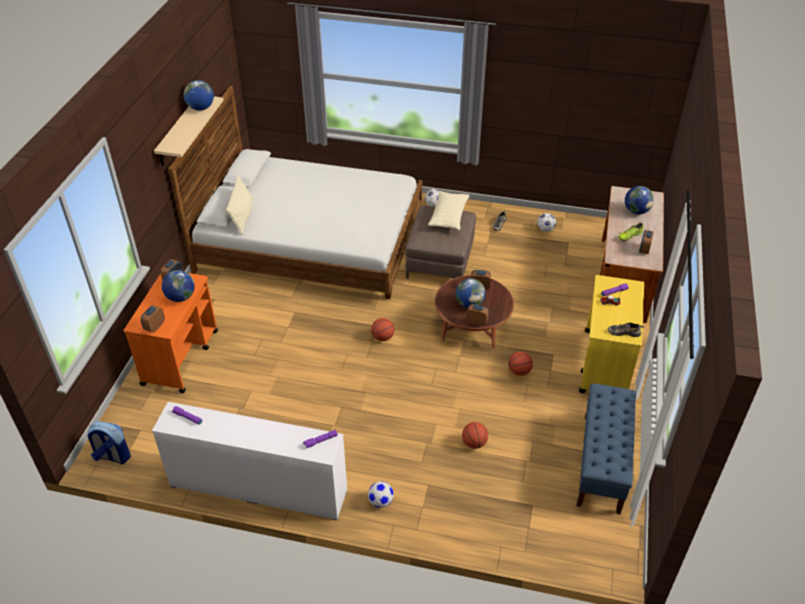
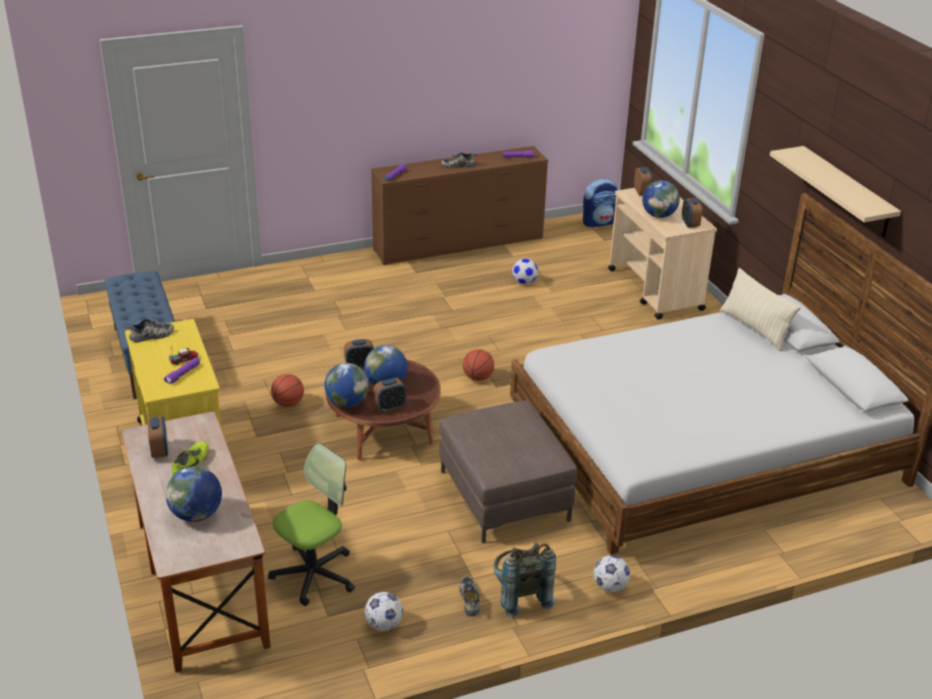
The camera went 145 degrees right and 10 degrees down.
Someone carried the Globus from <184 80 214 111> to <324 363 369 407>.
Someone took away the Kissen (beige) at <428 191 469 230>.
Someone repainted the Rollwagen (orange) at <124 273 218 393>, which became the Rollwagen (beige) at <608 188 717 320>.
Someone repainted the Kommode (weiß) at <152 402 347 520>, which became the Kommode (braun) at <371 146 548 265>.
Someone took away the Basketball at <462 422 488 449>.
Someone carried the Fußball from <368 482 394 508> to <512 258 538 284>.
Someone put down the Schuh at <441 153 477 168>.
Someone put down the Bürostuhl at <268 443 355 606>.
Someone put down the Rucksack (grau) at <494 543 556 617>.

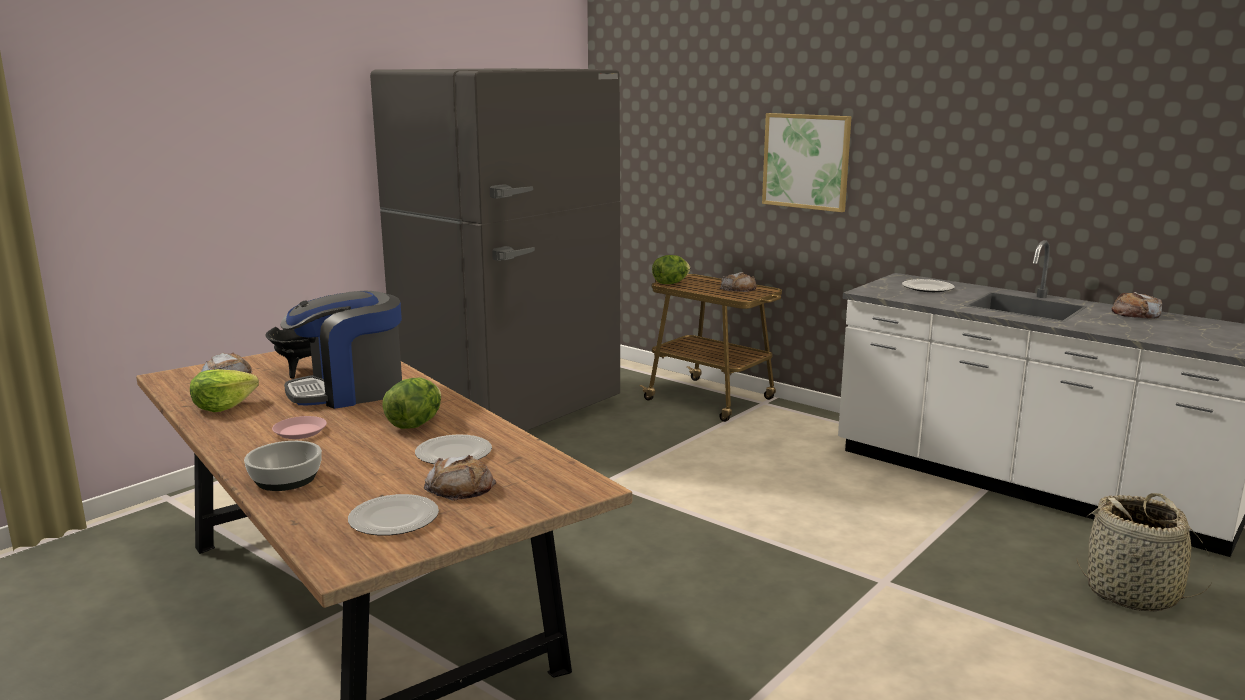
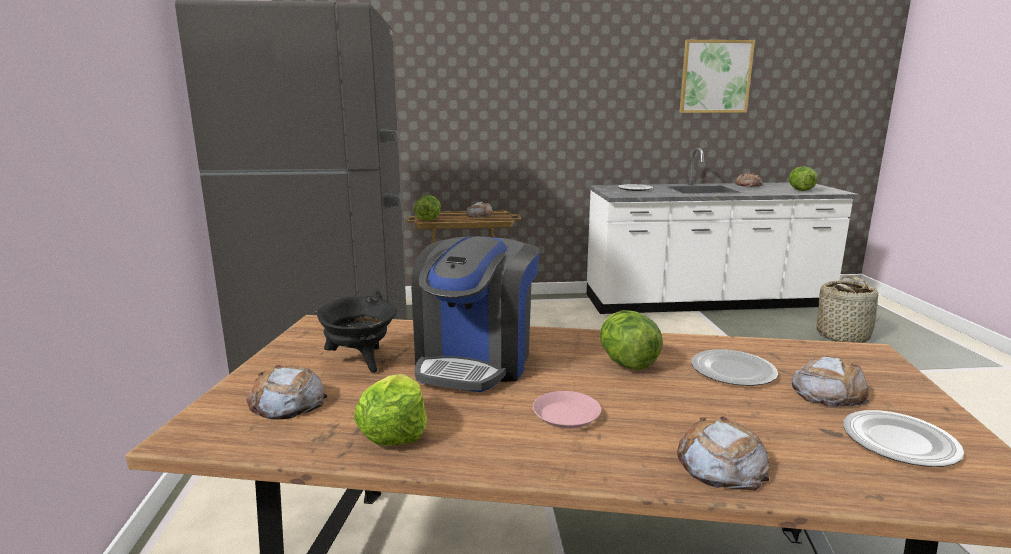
The camera went 45 degrees left and 0 degrees up.
Someone carried the Bild from <762 113 852 212> to <679 40 755 113>.
Someone swapped the Schüssel at <244 441 322 491> for the Brot at <677 416 769 490>.
Someone put down the Salatkopf at <789 166 818 191>.

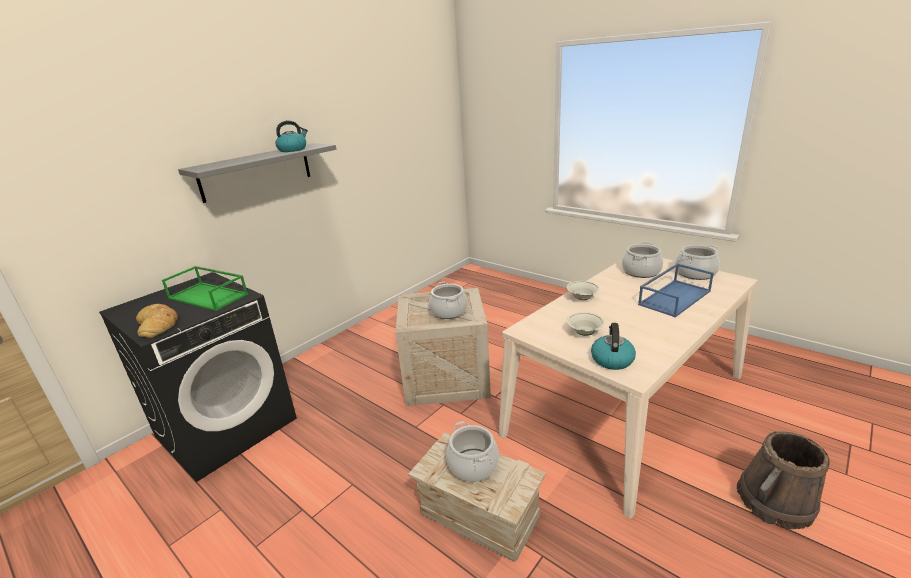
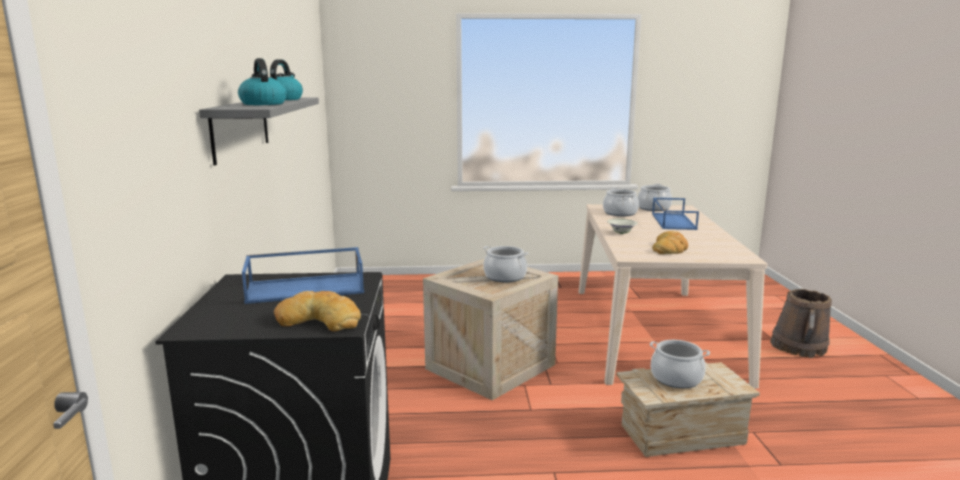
The camera went 45 degrees left and 10 degrees down.
Someone repainted the Tablett (grün) at <162 266 248 311>, which became the Tablett (blau) at <242 247 364 304>.
Someone swapped the Schüssel (weiß) at <567 312 605 336> for the Brot at <652 231 688 254>.
Someone carried the Wasserkessel from <591 323 636 370> to <238 58 287 105>.

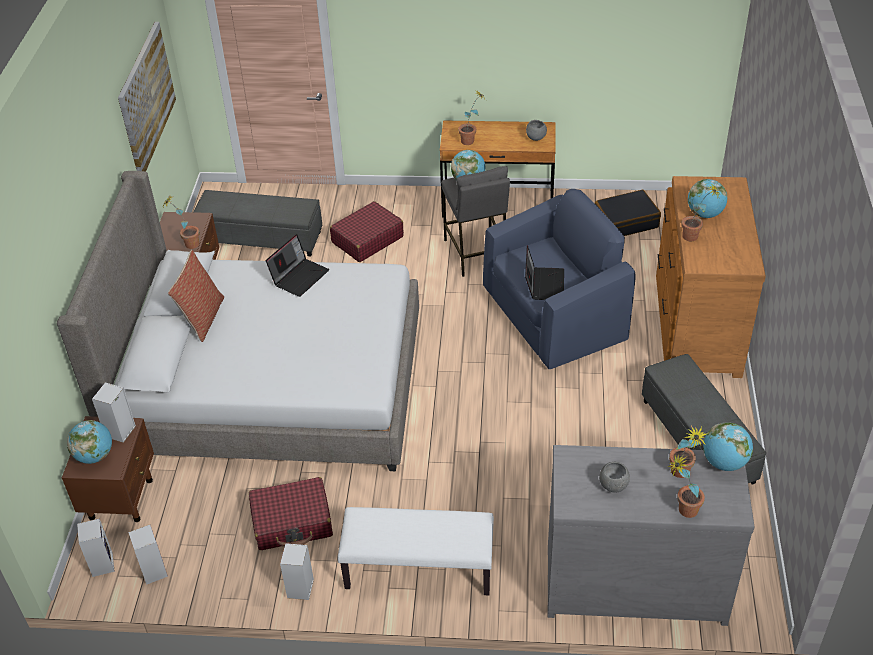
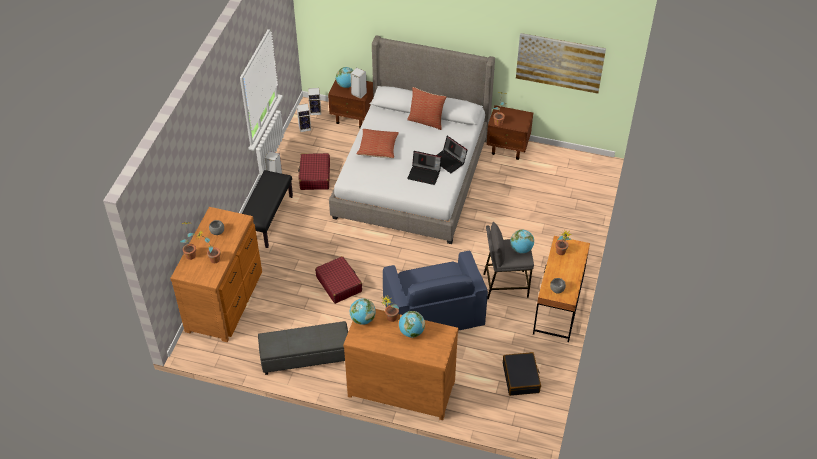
The camera went 100 degrees right and 5 degrees up.
Someone took away the Polsterhocker (grau) at <193 190 322 256>.
Someone carried the Koffer (rot) from <330 201 404 262> to <315 256 362 304>.
Someone carried the Laptop from <525 245 564 300> to <407 151 442 185>.
Someone carried the Globus from <703 422 753 471> to <350 298 376 325>.
Someone repainted the Kommode (grau) at <547 445 755 626>, which became the Kommode (braun) at <170 207 262 342>.
Someone repainted the Bank (weiß) at <338 507 494 595>, which became the Bank (schwarz) at <242 170 293 248>.
Someone put down the Kissen at <357 129 399 158>.

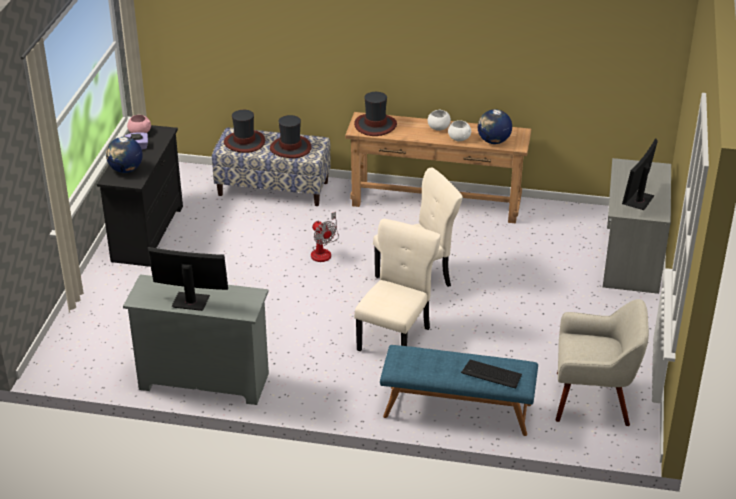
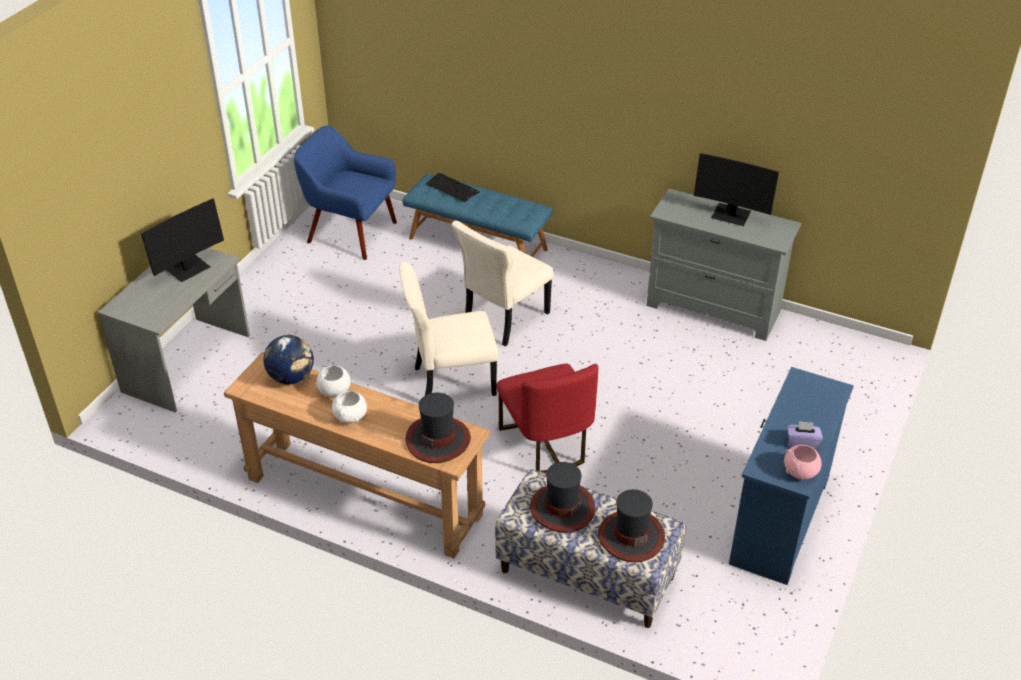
The camera went 165 degrees left and 5 degrees up.
Someone repainted the Kommode (schwarz) at <97 125 183 267>, which became the Kommode (blau) at <729 367 854 585>.
Someone took away the Globus at <106 137 143 173>.
Someone swapped the Ventilator at <311 212 339 262> for the Stuhl (rot) at <497 364 598 473>.
Someone repainted the Sessel (beige) at <555 299 649 426>, which became the Sessel (blau) at <294 126 397 260>.

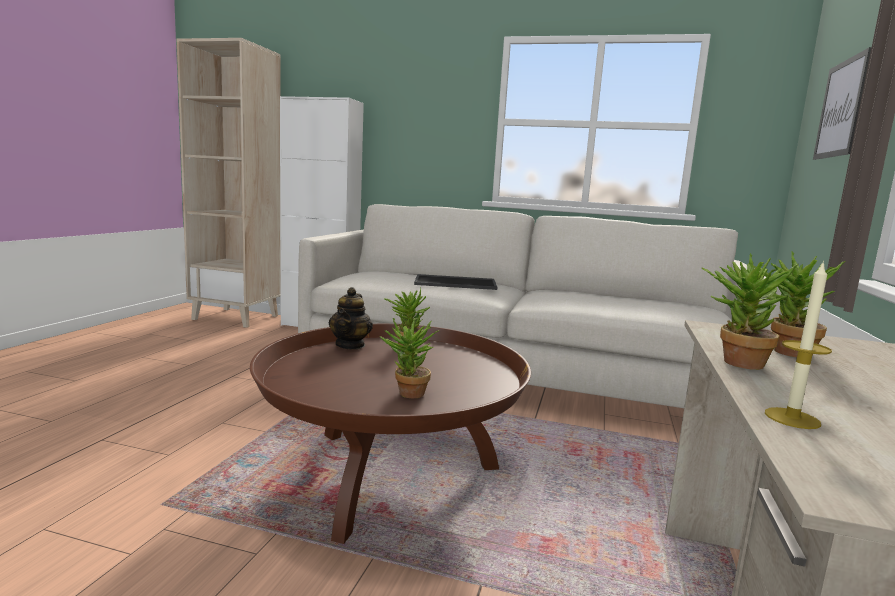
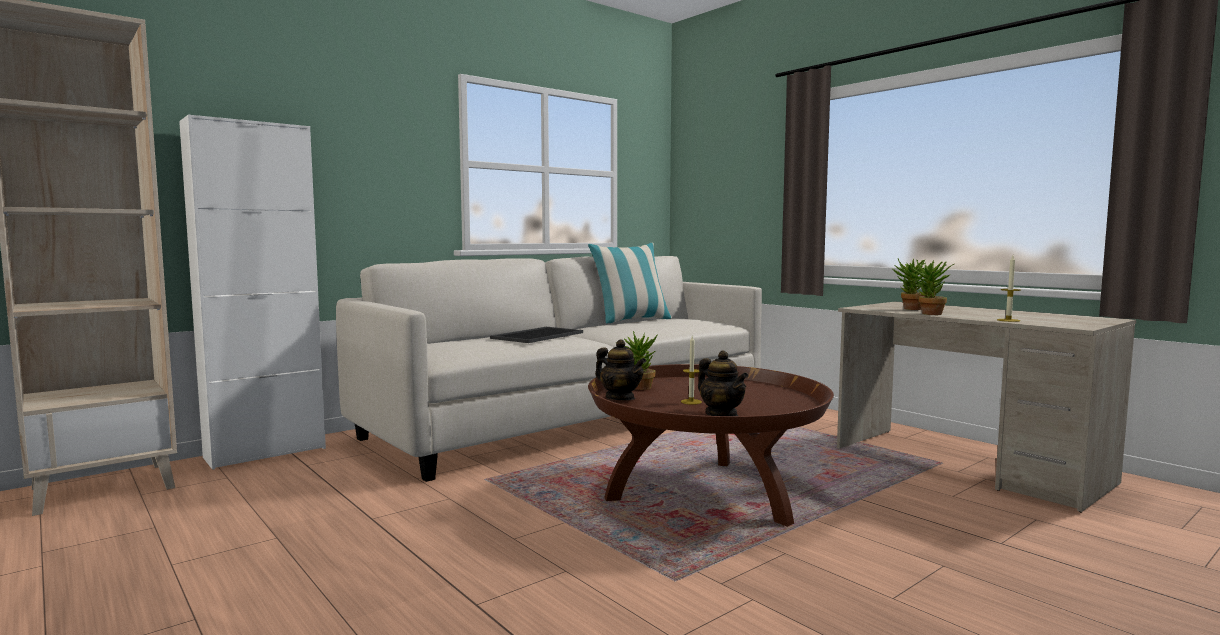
The camera went 55 degrees left and 5 degrees down.
Someone took away the Bild at <813 47 872 160>.
Someone took away the Topfpflanze at <380 318 440 398>.
Someone put down the Kissen at <588 243 672 324>.
Someone put down the Kerze at <681 336 702 405>.
Someone put down the Teekanne at <698 351 748 416>.

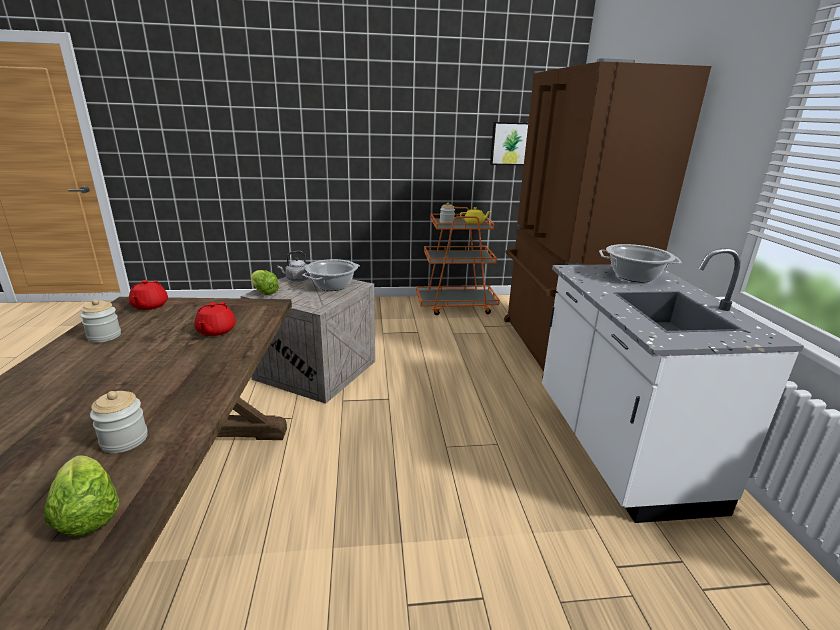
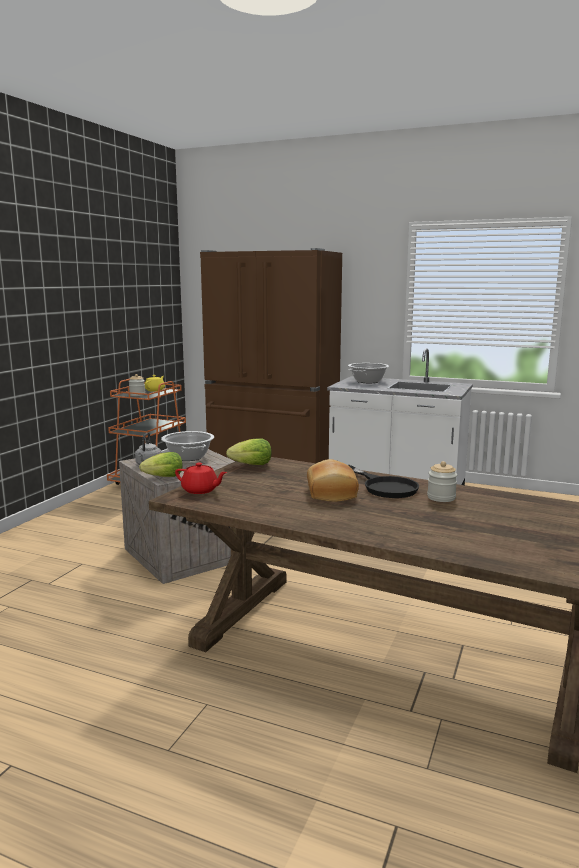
The camera went 60 degrees left and 10 degrees down.
Someone took away the Bild at <490 122 528 165>.
Someone took away the Vorratsglas at <80 299 121 343>.
Someone took away the Teekanne (rot) at <194 302 236 336>.
Someone carried the Salatkopf from <44 455 119 536> to <226 438 271 465>.
Someone put down the Brot at <307 459 359 502>.
Someone put down the Pfanne (schwarz) at <348 465 419 498>.

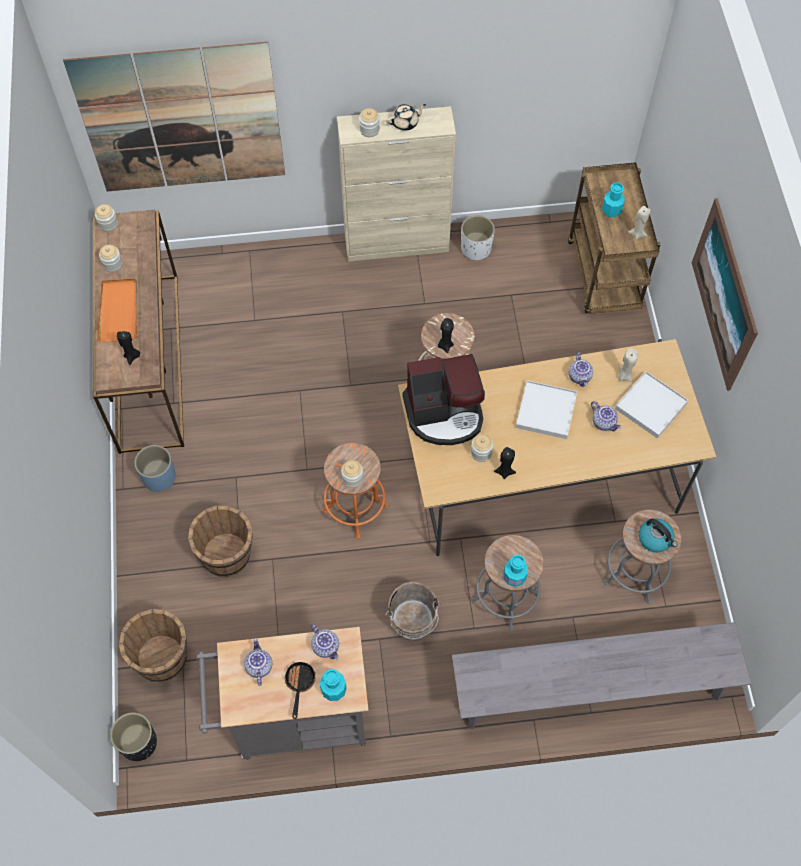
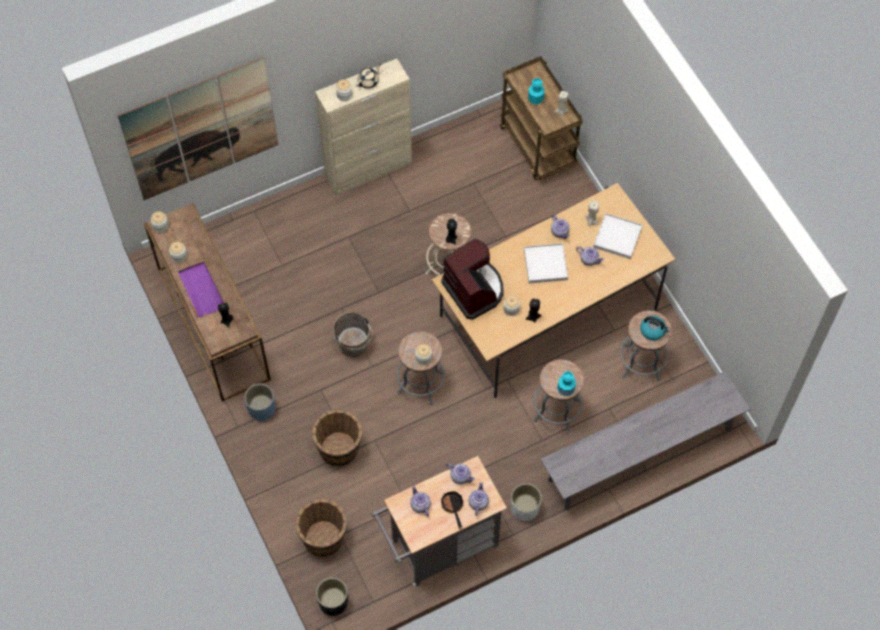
The camera went 20 degrees left and 0 degrees up.
Someone took away the Bild at <692 198 758 391>.
Someone carried the Pflanzkübel (weiß) from <461 215 495 260> to <511 483 542 521>.
Someone repainted the Tablett (orange) at <96 278 137 342>, which became the Tablett (lila) at <178 262 224 317>.
Someone rotated the Kaffeemaschine at <402 354 485 445> by 90 degrees counterclockwise.
Someone repainted the Hocker (orange) at <322 443 388 539>, which became the Hocker (grau) at <397 331 445 405>.
Someone carried the Eimer (braun) from <385 582 440 641> to <333 311 373 357>.
Someone swapped the Flasche (türkis) at <320 669 347 701> for the Teekanne at <469 482 489 516>.

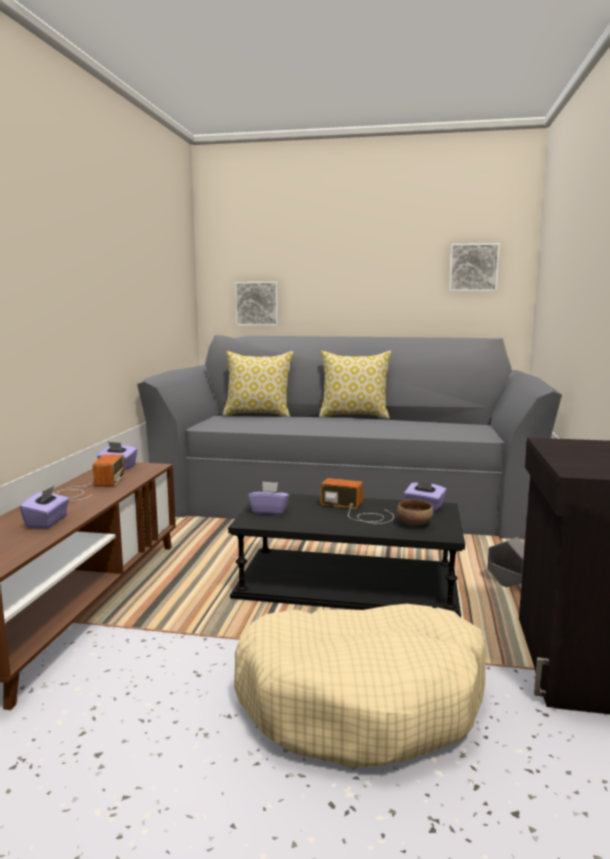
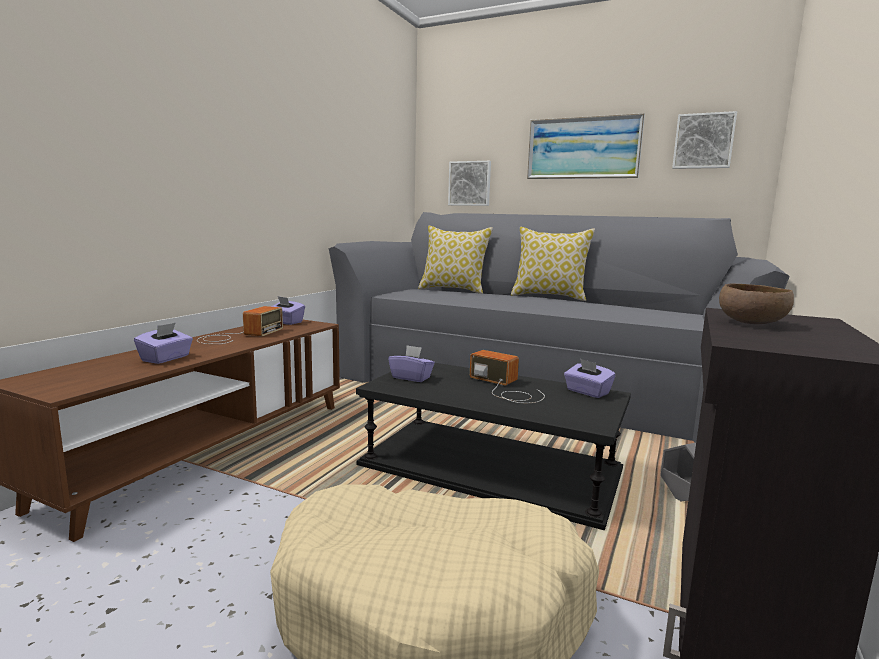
The camera went 15 degrees right and 0 degrees up.
Someone carried the Schüssel (braun) from <397 499 433 526> to <719 283 794 324>.
Someone put up the Bild at <527 113 645 179>.

